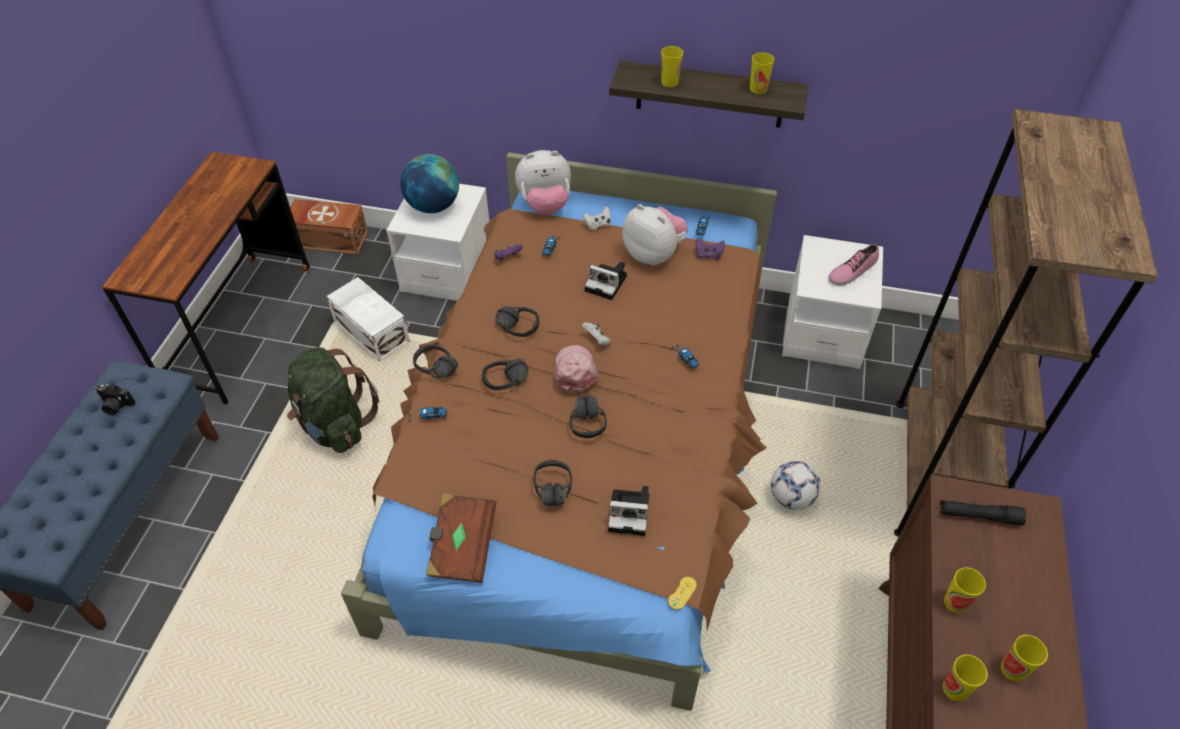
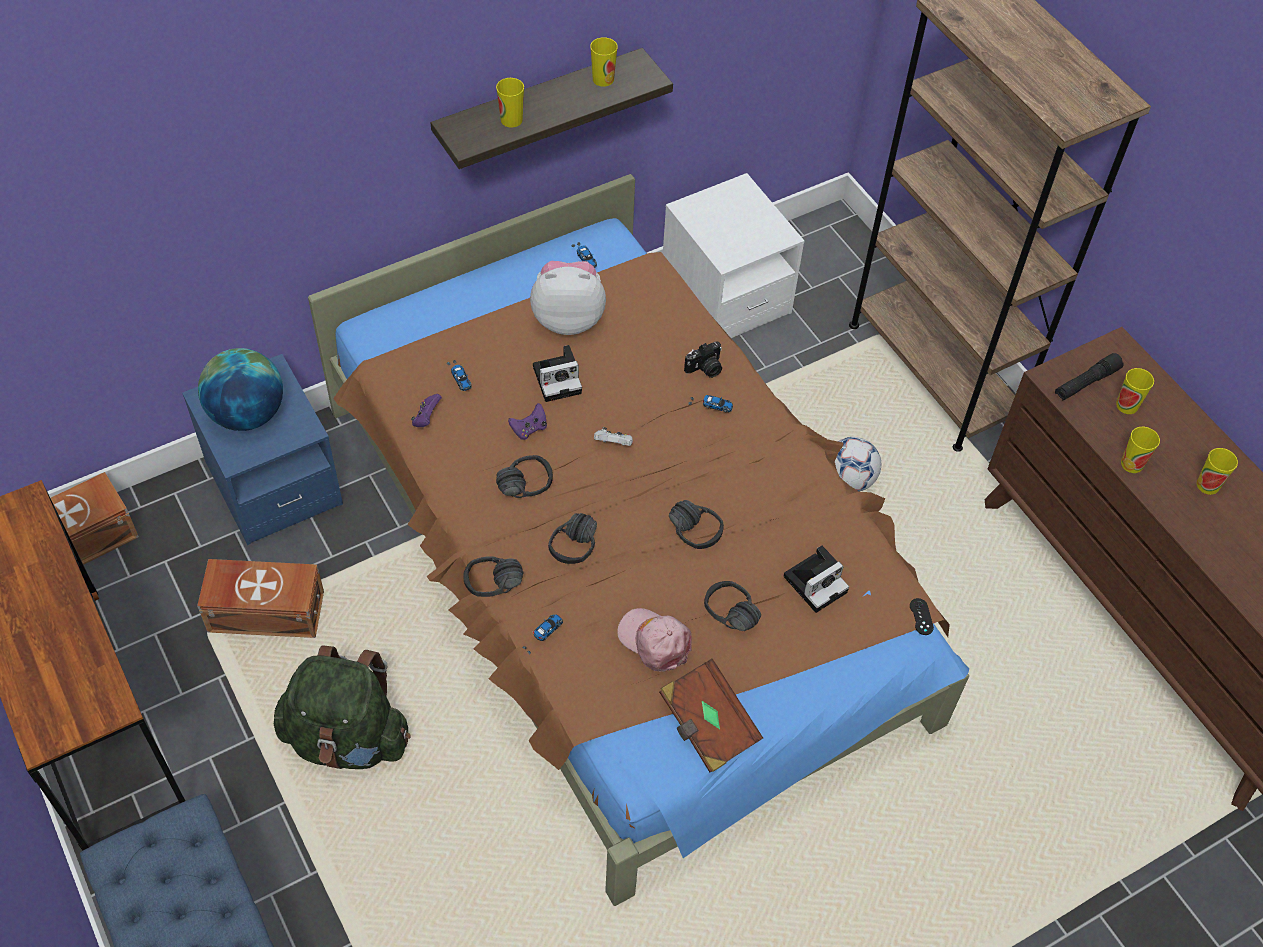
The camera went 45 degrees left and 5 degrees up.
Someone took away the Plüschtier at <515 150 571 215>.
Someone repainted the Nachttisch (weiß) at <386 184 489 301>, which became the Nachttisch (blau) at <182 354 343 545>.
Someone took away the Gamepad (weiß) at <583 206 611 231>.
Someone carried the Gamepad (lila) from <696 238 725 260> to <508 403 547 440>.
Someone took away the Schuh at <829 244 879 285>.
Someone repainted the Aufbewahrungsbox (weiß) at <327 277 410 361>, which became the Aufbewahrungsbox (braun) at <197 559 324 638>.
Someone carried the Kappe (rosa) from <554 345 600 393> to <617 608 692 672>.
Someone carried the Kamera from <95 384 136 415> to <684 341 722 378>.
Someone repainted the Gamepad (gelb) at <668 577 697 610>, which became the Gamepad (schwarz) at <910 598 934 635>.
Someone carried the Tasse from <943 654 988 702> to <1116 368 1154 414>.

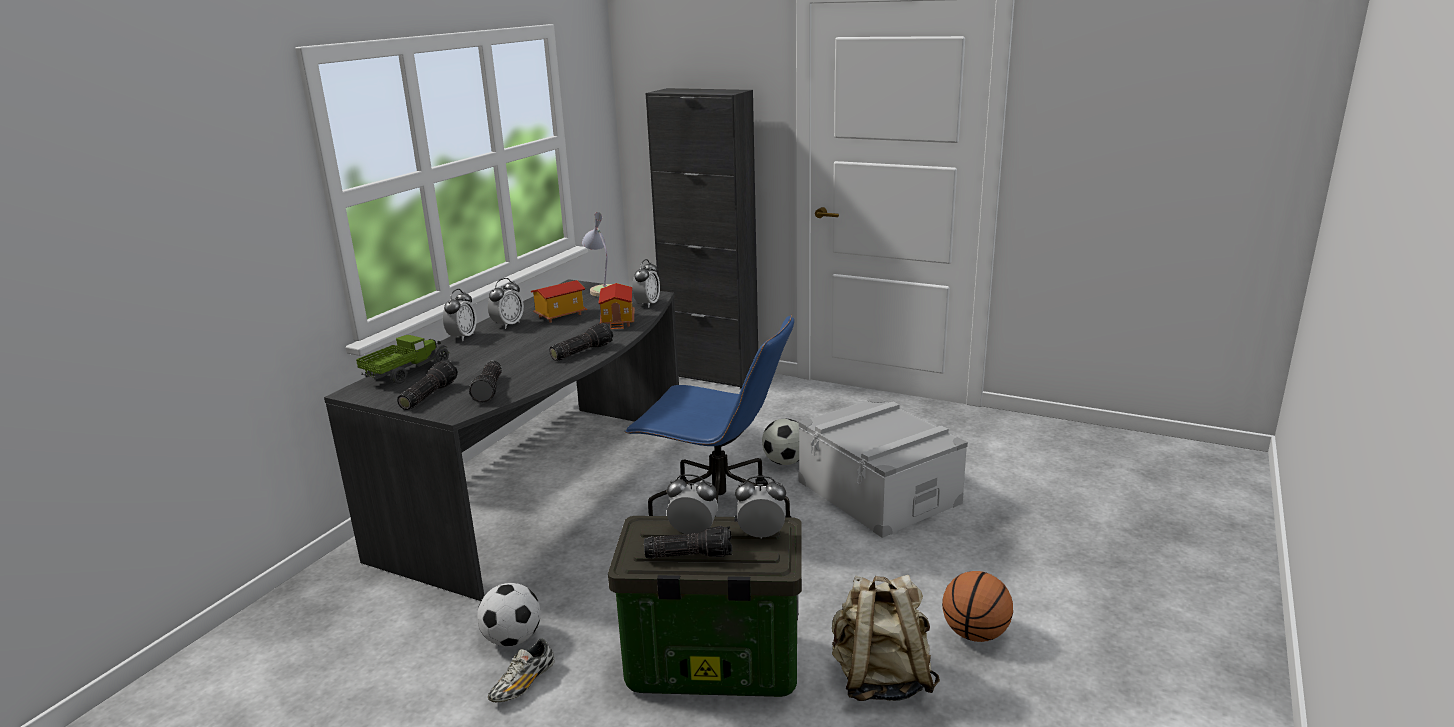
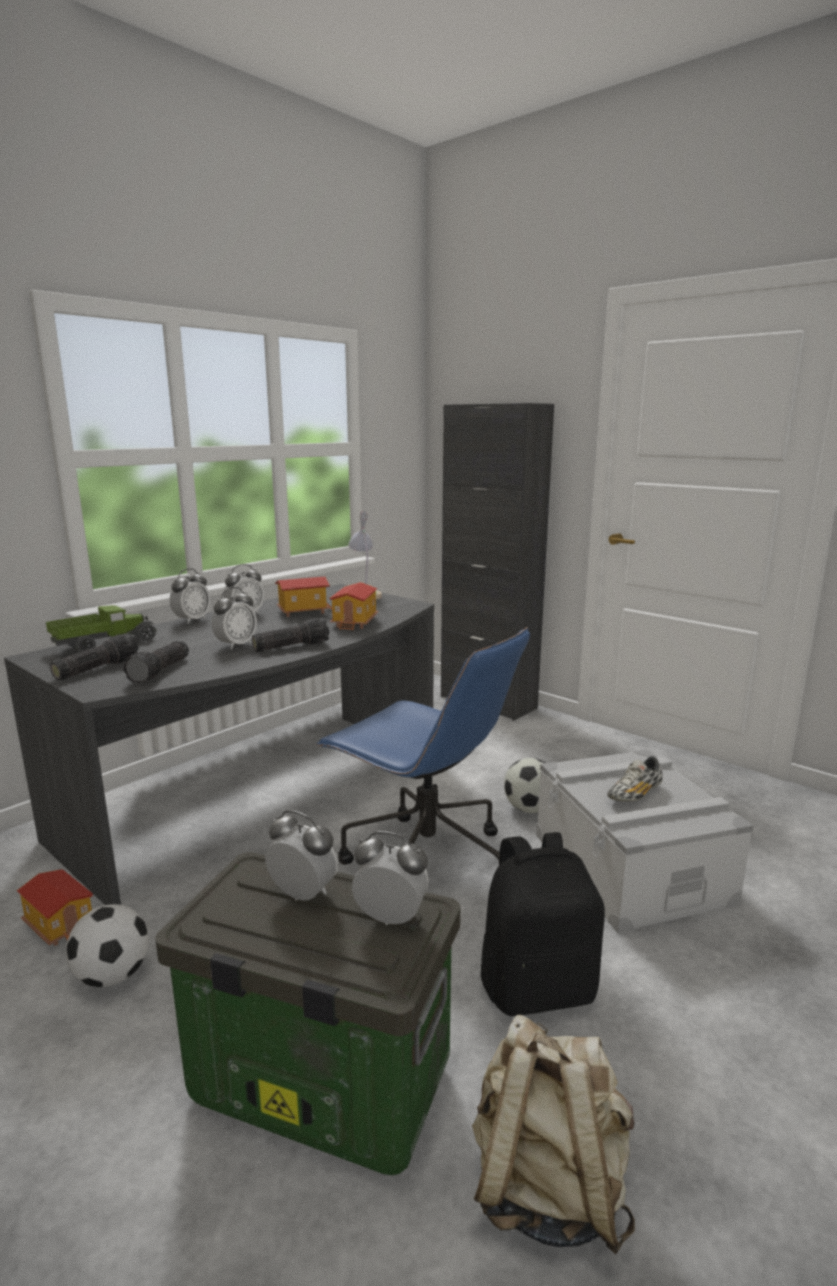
The camera went 15 degrees right and 5 degrees down.
Someone carried the Wecker from <632 259 660 308> to <211 587 257 649>.
Someone took away the Taschenlampe at <644 526 732 559>.
Someone took away the Basketball at <942 571 1013 642>.
Someone carried the Schuh from <488 638 555 702> to <607 756 663 801>.
Someone put down the Rucksack (schwarz) at <481 832 605 1016>.
Someone put down the Spielzeughaus at <17 869 93 946>.

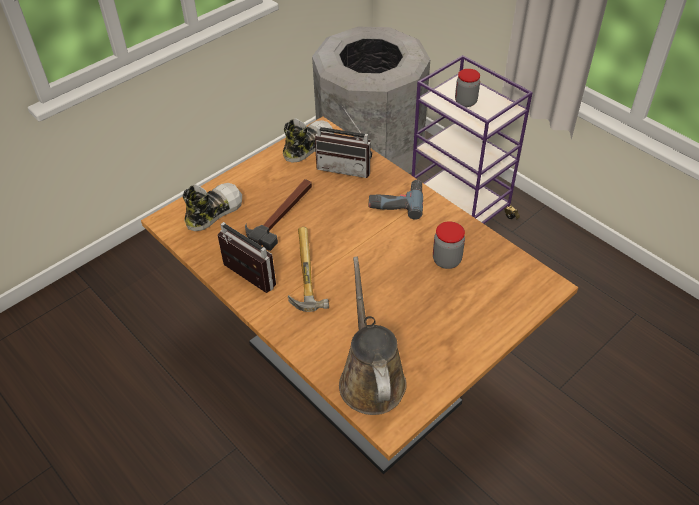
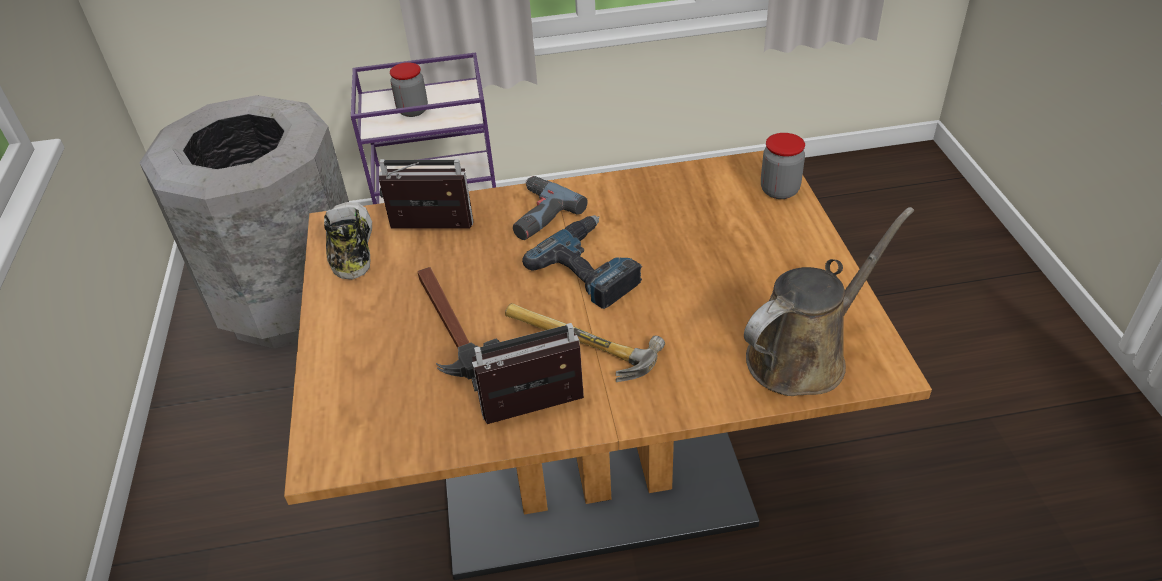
The camera went 55 degrees left and 5 degrees down.
Someone rotated the Radio at <315 106 372 178> by 135 degrees counterclockwise.
Someone took away the Schuh at <183 183 242 231>.
Someone carried the Vorratsglas from <433 221 465 269> to <761 133 805 199>.
Someone rotated the Gießkanne (braun) at <339 256 407 415> by 120 degrees clockwise.
Someone put down the Bohrmaschine at <522 215 642 309>.

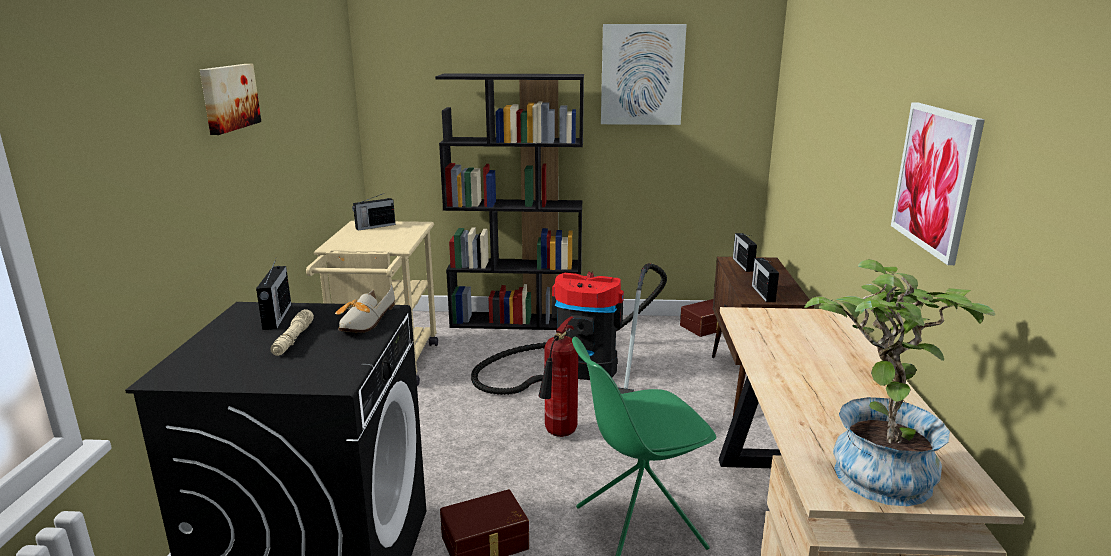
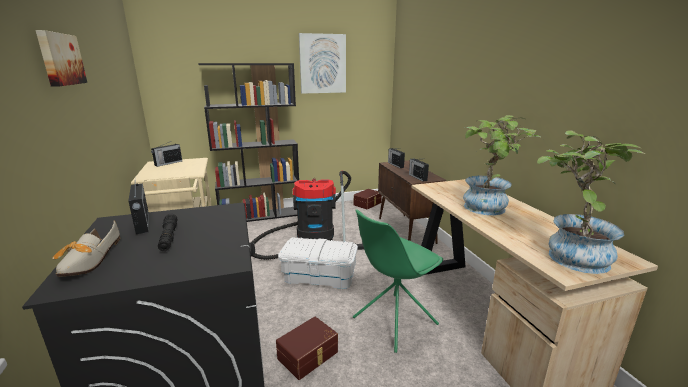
The camera went 20 degrees left and 0 degrees up.
Someone took away the Bild at <891 102 985 265>.
Someone carried the Schuh from <335 284 395 333> to <52 221 120 277>.
Someone repainted the Taschenlampe (beige) at <270 309 314 356>, which became the Taschenlampe (schwarz) at <158 214 177 251>.
Someone swapped the Feuerlöscher at <538 316 578 437> for the Aufbewahrungsbox (weiß) at <278 237 358 289>.
Someone put down the Topfpflanze at <463 115 545 215>.

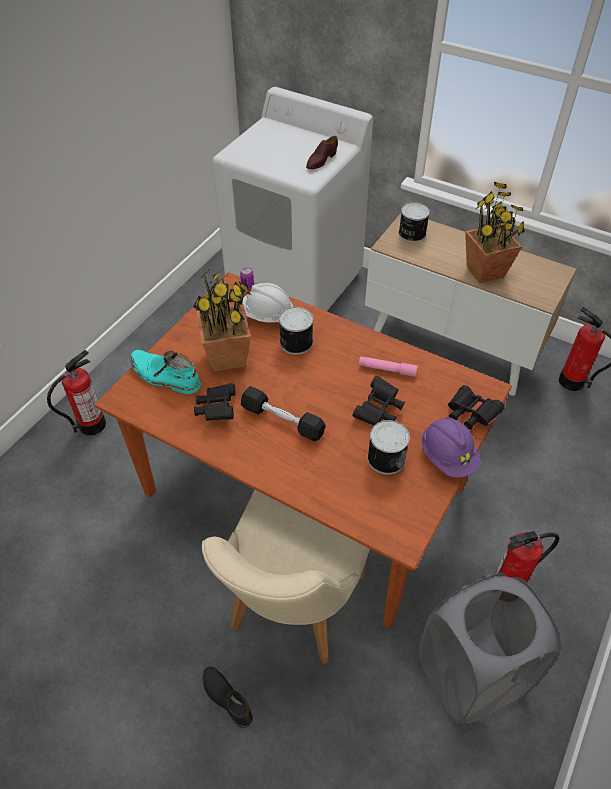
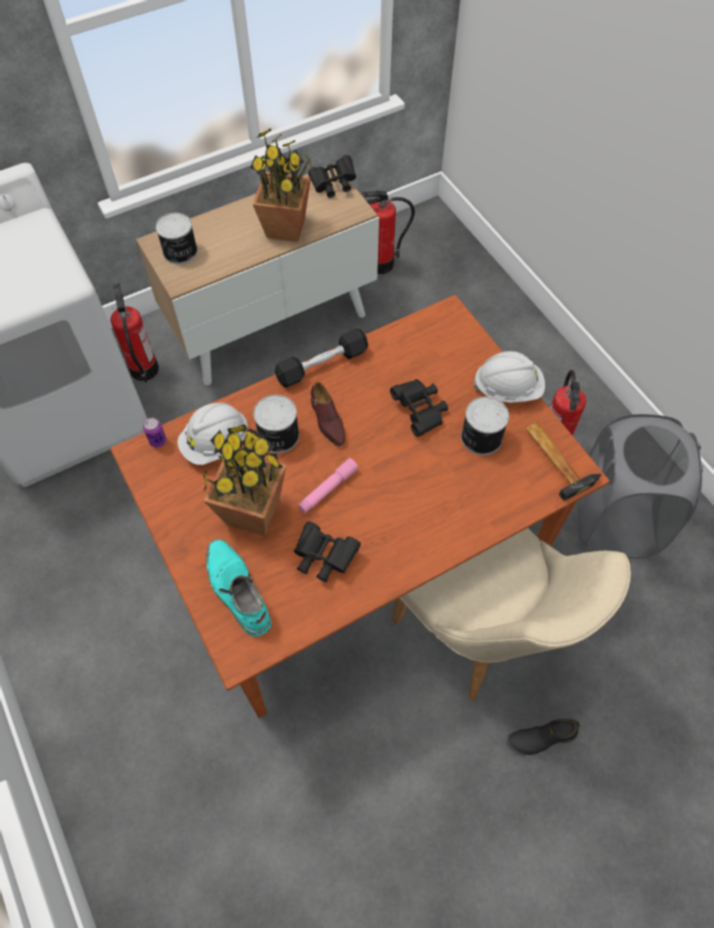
The camera went 60 degrees left and 10 degrees up.
Someone carried the Schuh (braun) from <306 136 338 169> to <311 382 345 446>.
Someone carried the Feuerlöscher from <47 350 106 435> to <110 283 159 382>.
Someone rotated the Stiefel (türkis) at <129 350 201 394> by 90 degrees clockwise.
Someone carried the Taschenlampe (rosa) from <359 356 418 377> to <298 458 358 513>.
Someone carried the Fernglas (schwarz) from <448 385 505 429> to <308 155 356 198>.
Someone carried the Hantel (schwarz) from <241 386 326 441> to <275 328 368 388>.
Someone repainted the Schutzhelm (lila) at <421 417 481 478>, which became the Schutzhelm (weiß) at <474 351 545 403>.
Someone put down the Hammer at <526 422 601 501>.

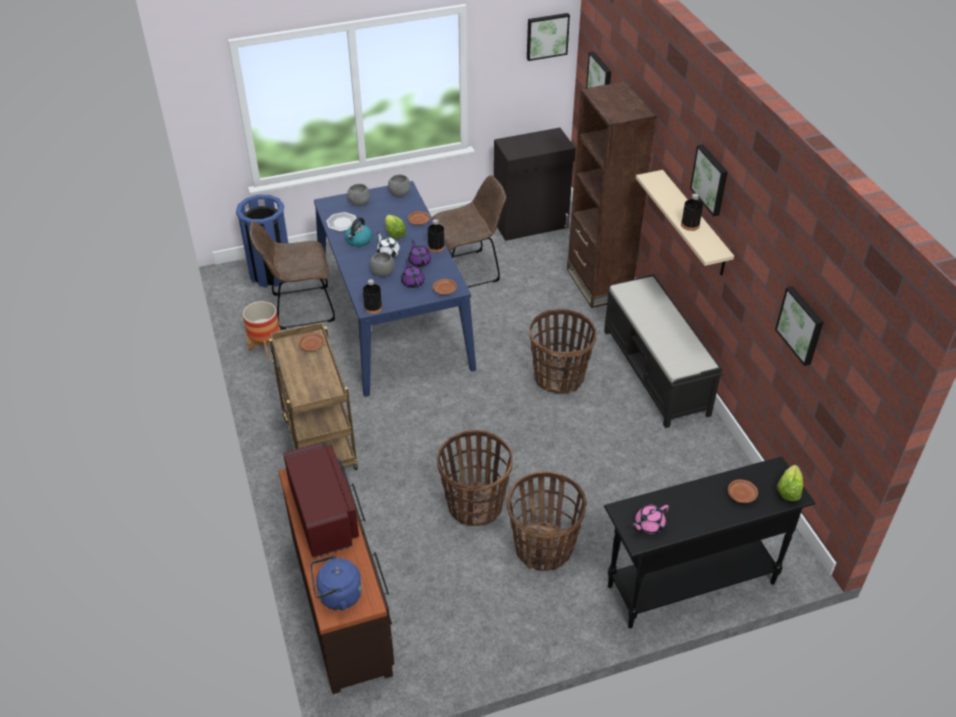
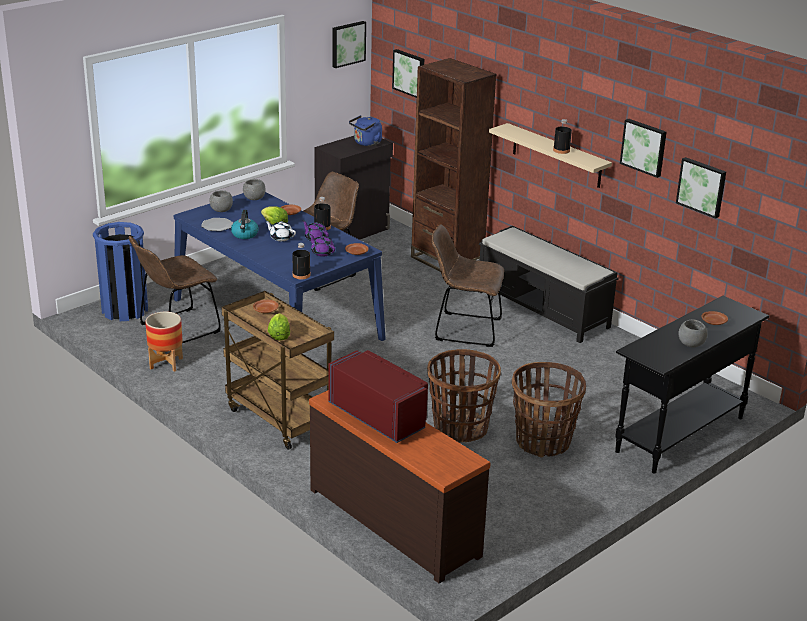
The camera went 25 degrees left and 15 degrees down.
Someone carried the Bild from <690 144 728 217> to <620 119 667 178>.
Someone carried the Schüssel (grau) from <370 252 395 277> to <679 319 707 348>.
Someone swapped the Korb at <529 309 596 394> for the Stuhl (braun) at <431 224 504 347>.
Someone carried the Salatkopf from <777 465 803 501> to <268 313 290 341>.
Someone took away the Teekanne (rosa) at <632 505 669 534>.
Someone carried the Wasserkessel (blau) from <310 555 362 610> to <349 115 382 146>.

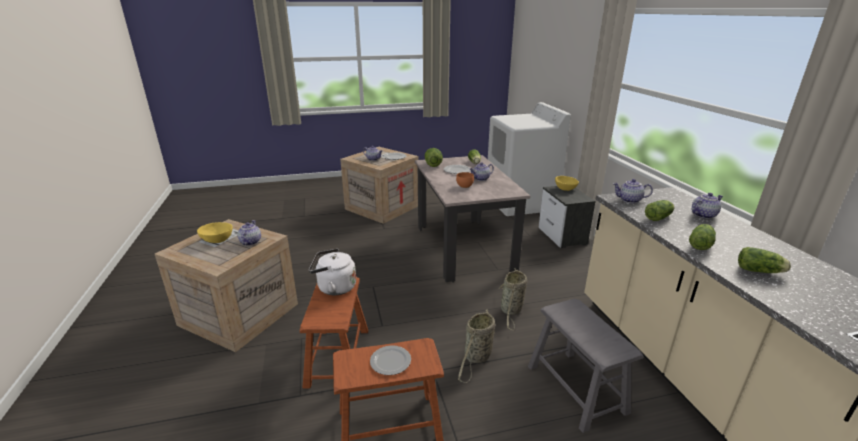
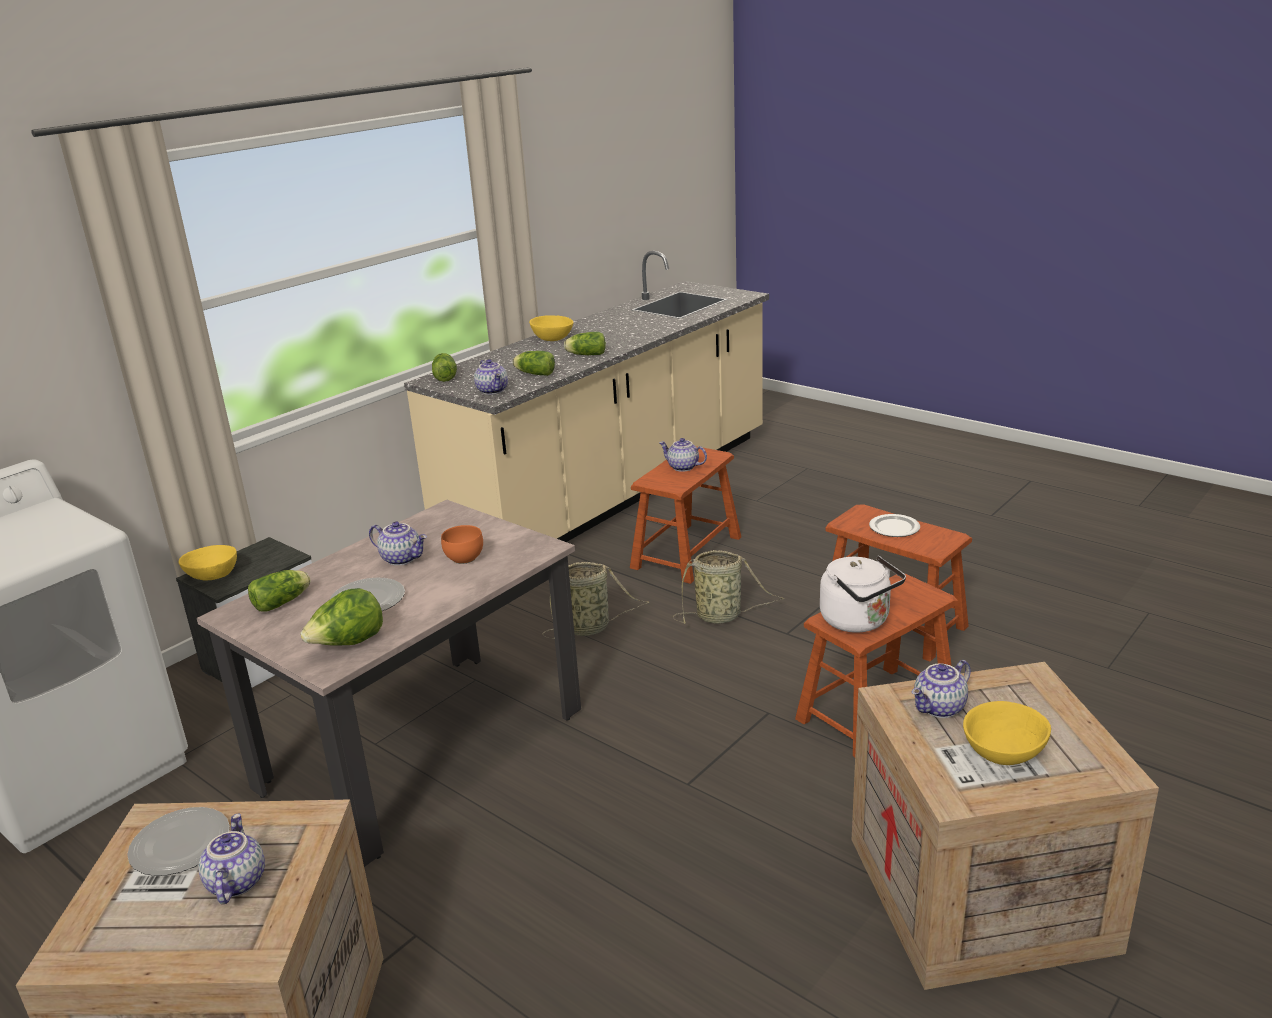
The camera went 125 degrees left and 0 degrees up.
Someone carried the Teekanne from <692 193 723 219> to <659 438 707 472>.
Someone carried the Salatkopf from <738 247 791 273> to <432 353 457 382>.
Someone repainted the Hocker (grau) at <528 299 644 433>, which became the Hocker (braun) at <630 446 741 584>.
Someone put down the Schüssel (gelb) at <529 315 573 341>.

